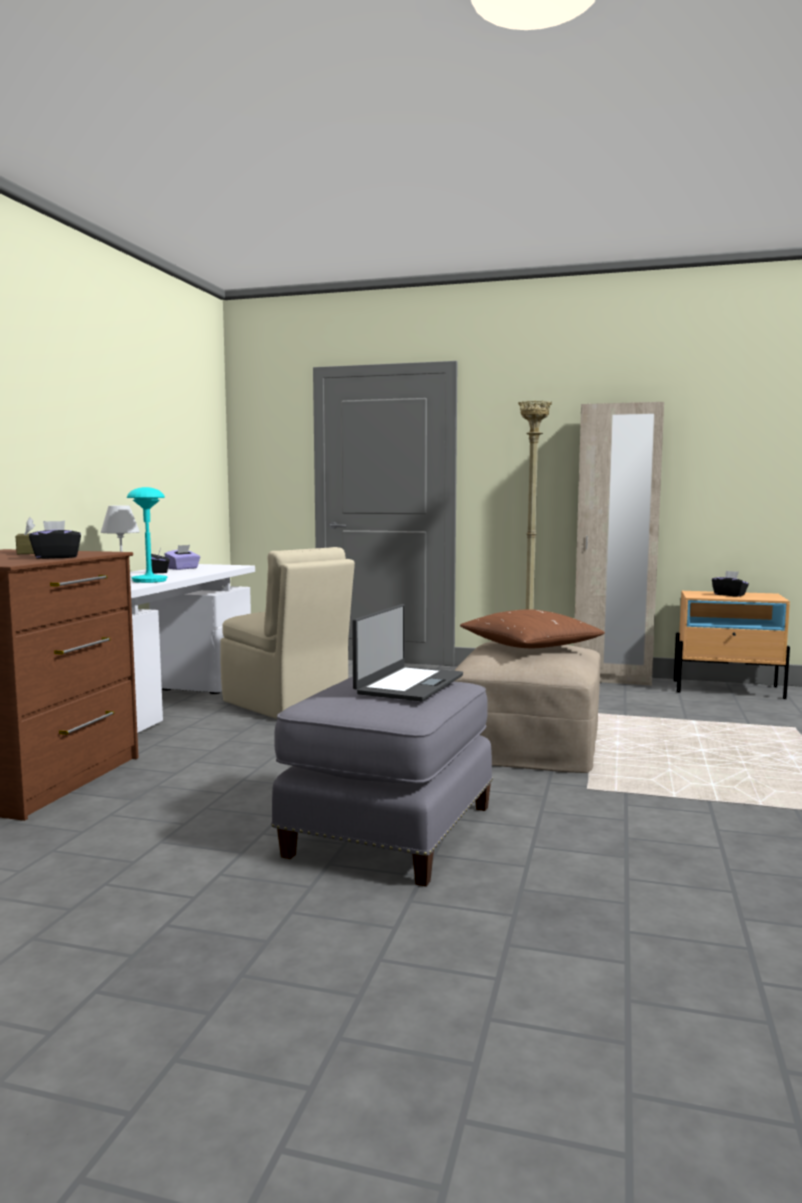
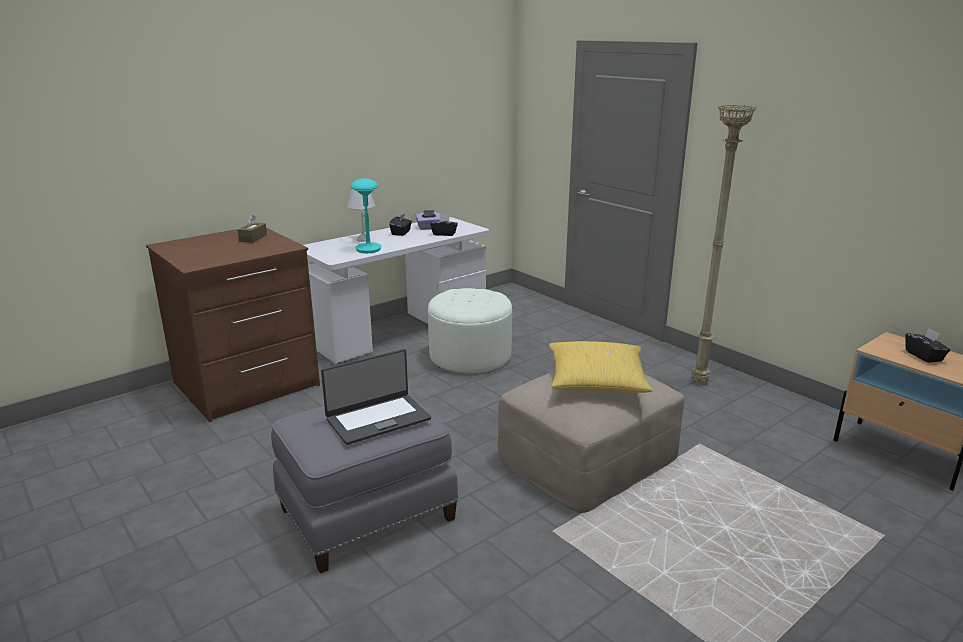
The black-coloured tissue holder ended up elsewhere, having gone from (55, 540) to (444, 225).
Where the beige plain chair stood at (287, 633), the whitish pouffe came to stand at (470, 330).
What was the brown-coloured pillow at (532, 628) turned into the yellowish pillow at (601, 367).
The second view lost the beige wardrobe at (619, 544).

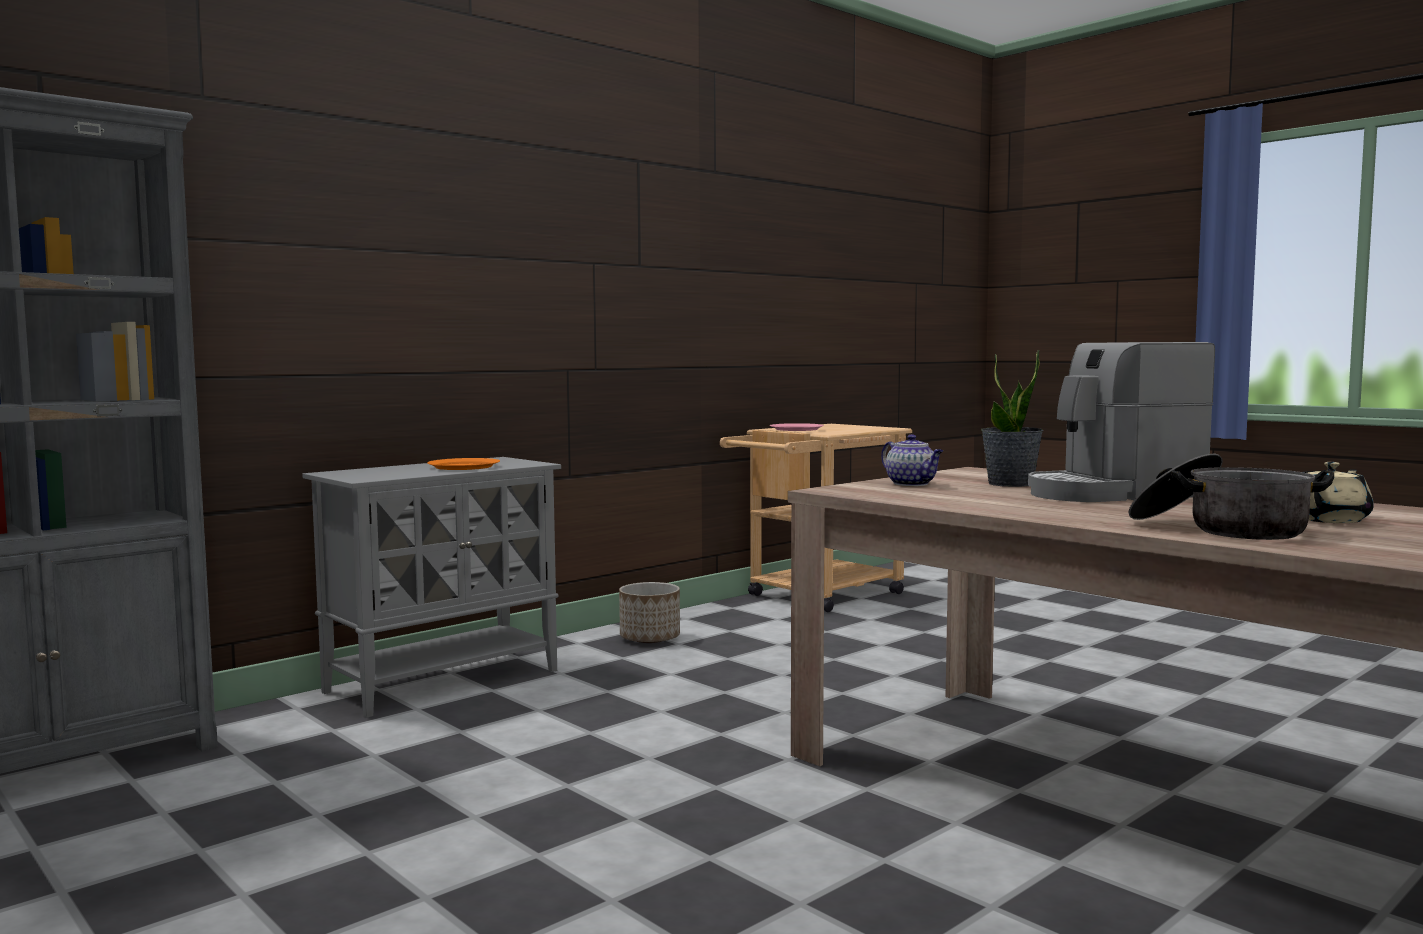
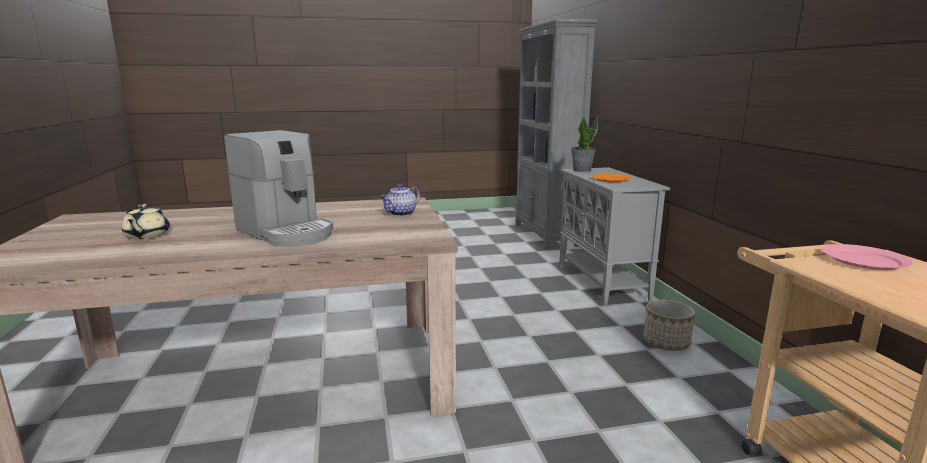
The teapot at (912, 460) ended up facing another way, 45 degrees counterclockwise from before.
The plant in a pot ended up elsewhere, having gone from (1012, 418) to (584, 144).
The coffee brewer at (1121, 422) ended up facing another way, 120 degrees clockwise from before.
The second view lost the cooking pot at (1231, 497).

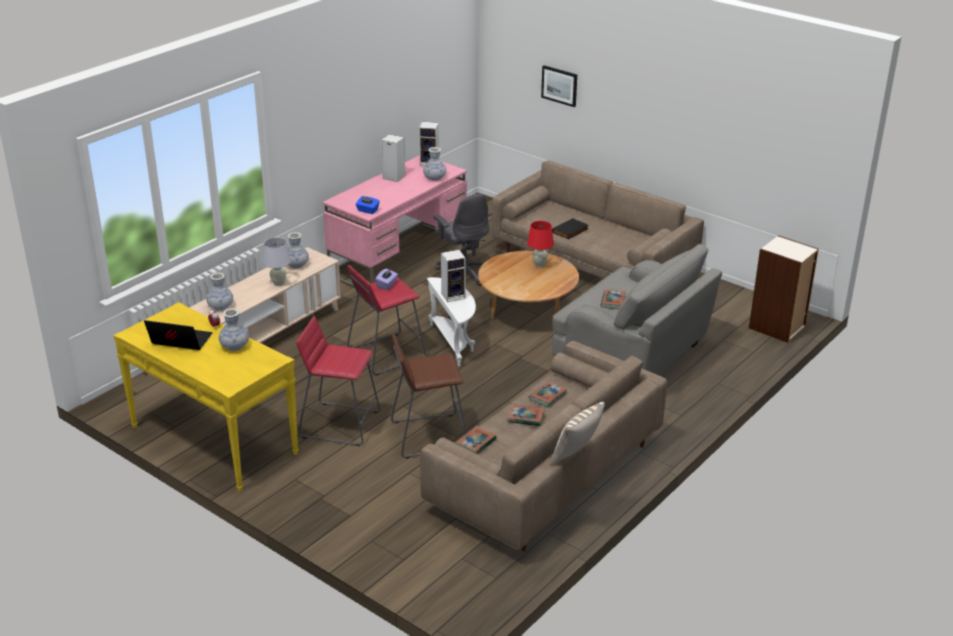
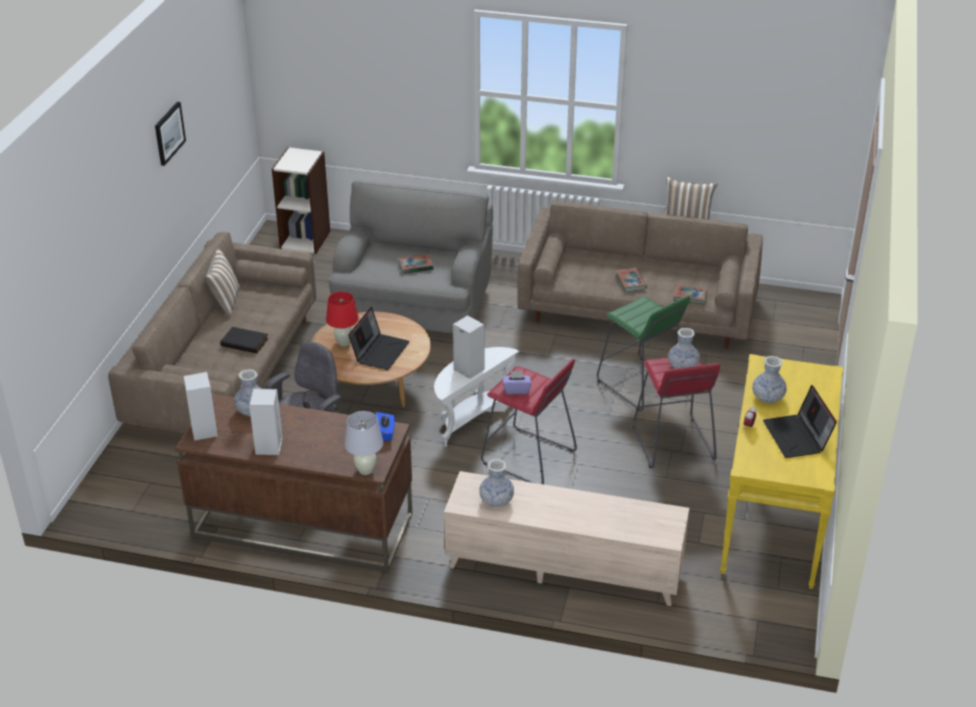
The vase ended up elsewhere, having gone from (219, 291) to (684, 348).
The whitish lamp for a table ended up elsewhere, having gone from (277, 261) to (363, 443).
What was the pinkish desk unit at (395, 221) turned into the brown-coloured desk unit at (293, 483).
What was the brown-coloured sitting stool at (428, 396) turned into the green sitting stool at (643, 353).
The second view lost the volume at (548, 394).
The wall picture ended up elsewhere, having gone from (559, 86) to (170, 134).
The second view gained the pillow at (222, 283).
The second view gained the portable computer at (379, 338).

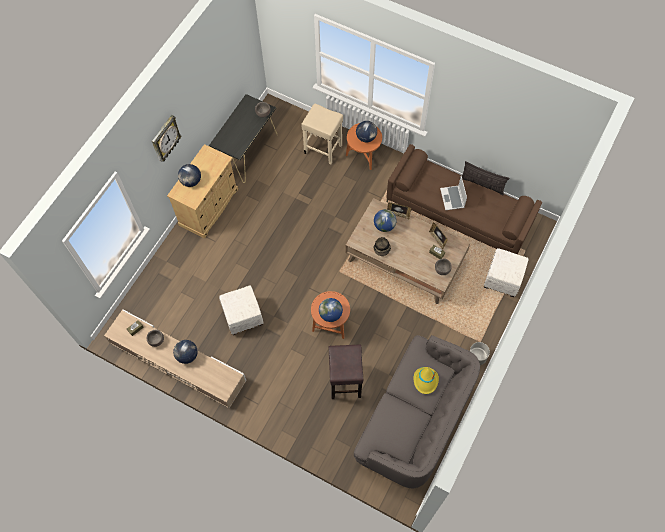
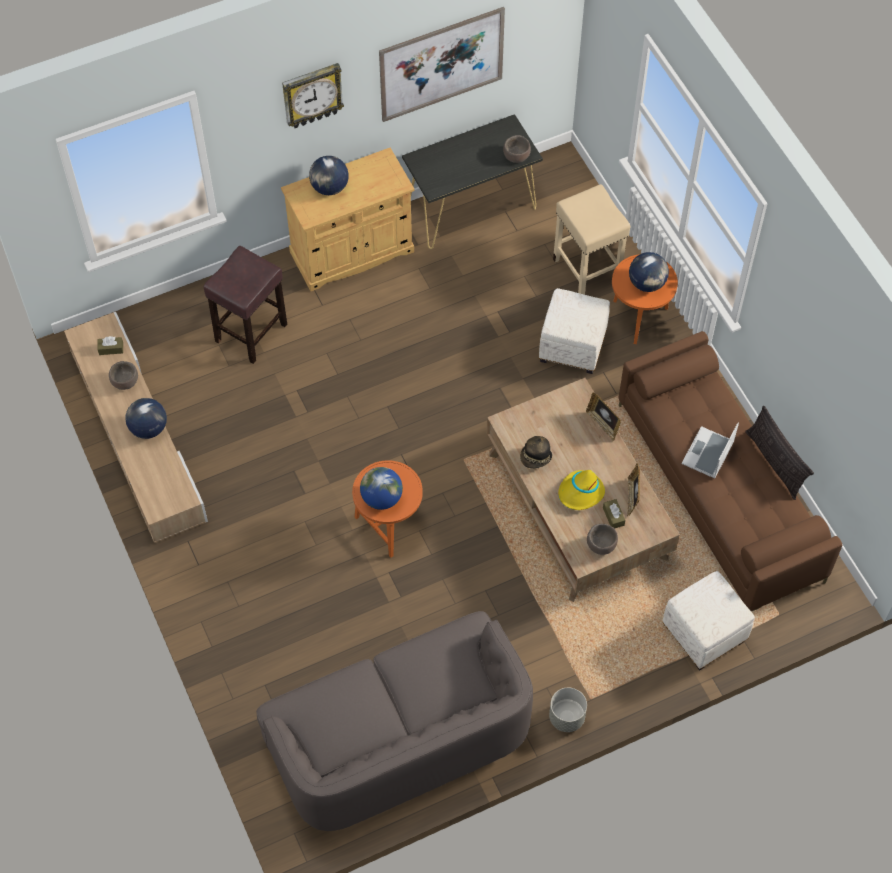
The whitish pouffe ended up elsewhere, having gone from (241, 310) to (574, 331).
The brown-coloured sitting stool ended up elsewhere, having gone from (346, 371) to (245, 305).
The second view lost the desk globe at (385, 220).
The yellowish wearable hat ended up elsewhere, having gone from (426, 380) to (581, 490).
The second view gained the wall picture at (442, 64).

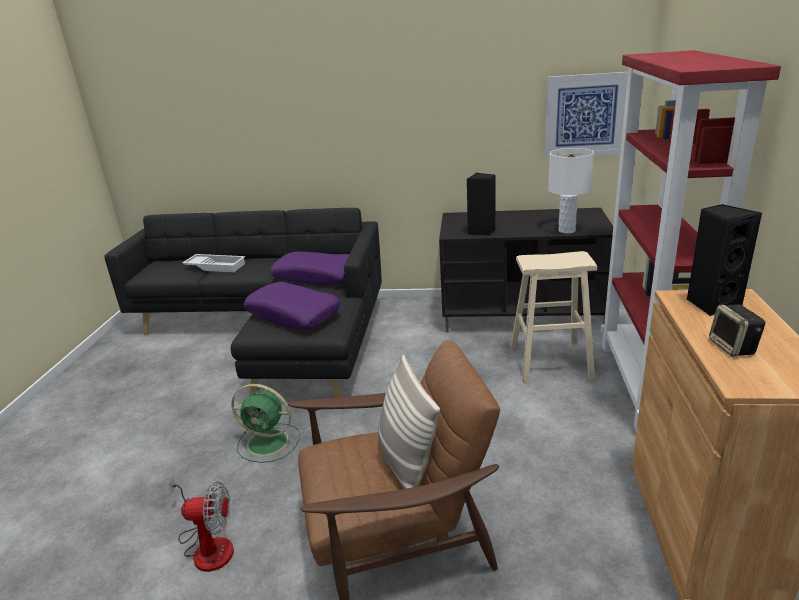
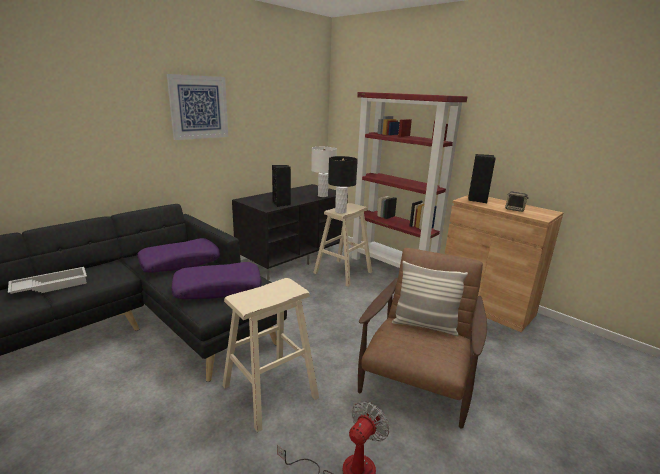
Where the green fan stood at (266, 423), the beige sitting stool came to stand at (270, 355).
The wall picture ended up elsewhere, having gone from (586, 114) to (197, 107).
The second view gained the black-coloured lamp for a table at (343, 185).

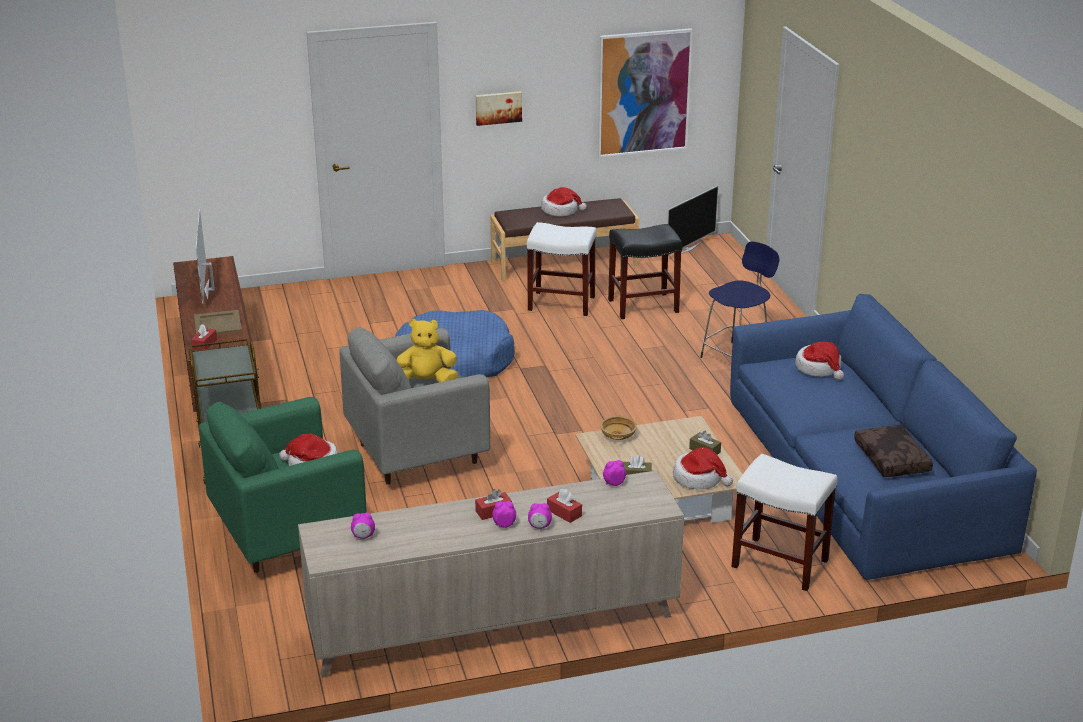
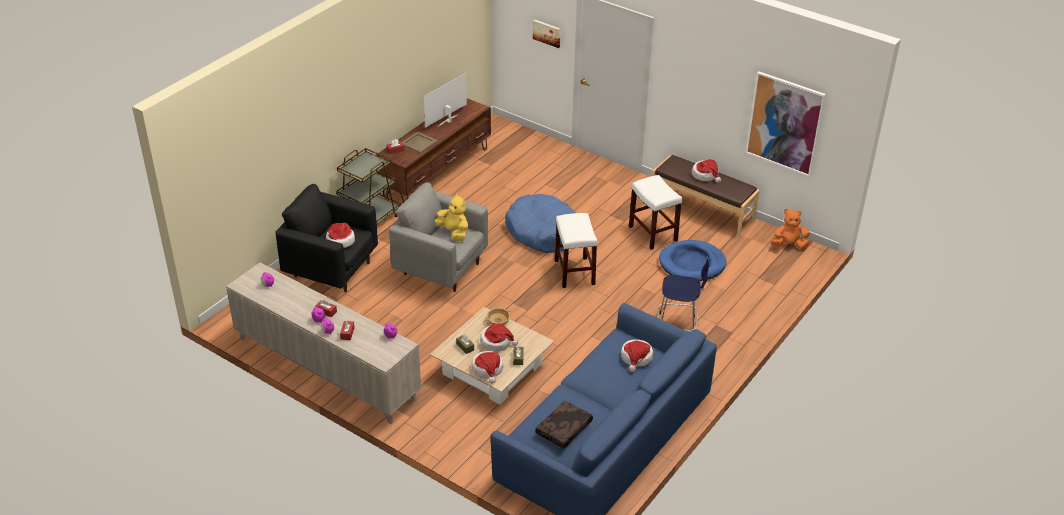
What was the green easy chair at (283, 485) turned into the black-coloured easy chair at (326, 238).
The wall picture ended up elsewhere, having gone from (499, 108) to (547, 33).
Where the black-coloured sitting stool stood at (645, 271), the blue pet bed came to stand at (693, 260).
Where the television stood at (692, 220), the orangey cuddly toy came to stand at (790, 229).
The whitish sitting stool ended up elsewhere, having gone from (784, 523) to (576, 250).
The second view gained the wearable hat at (499, 337).

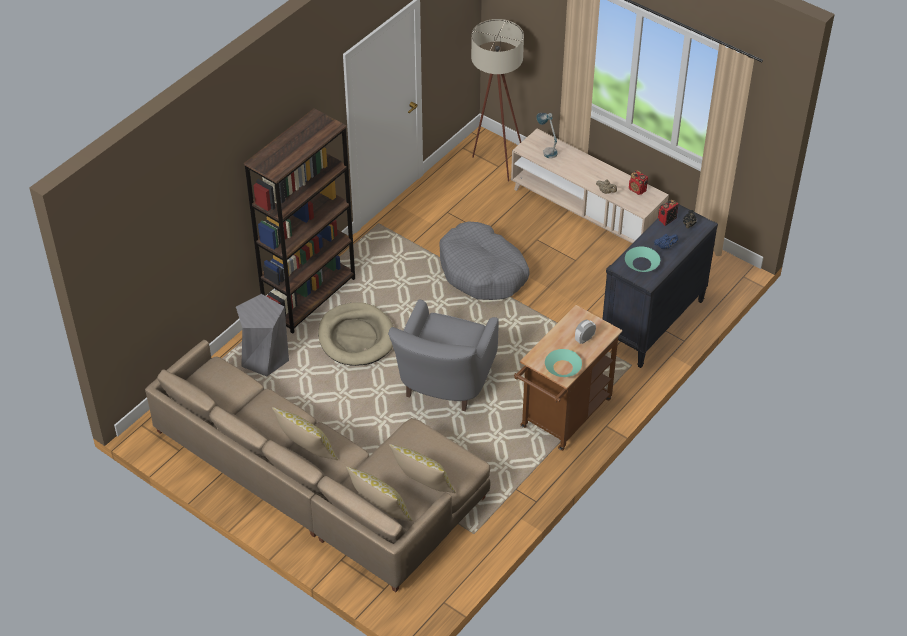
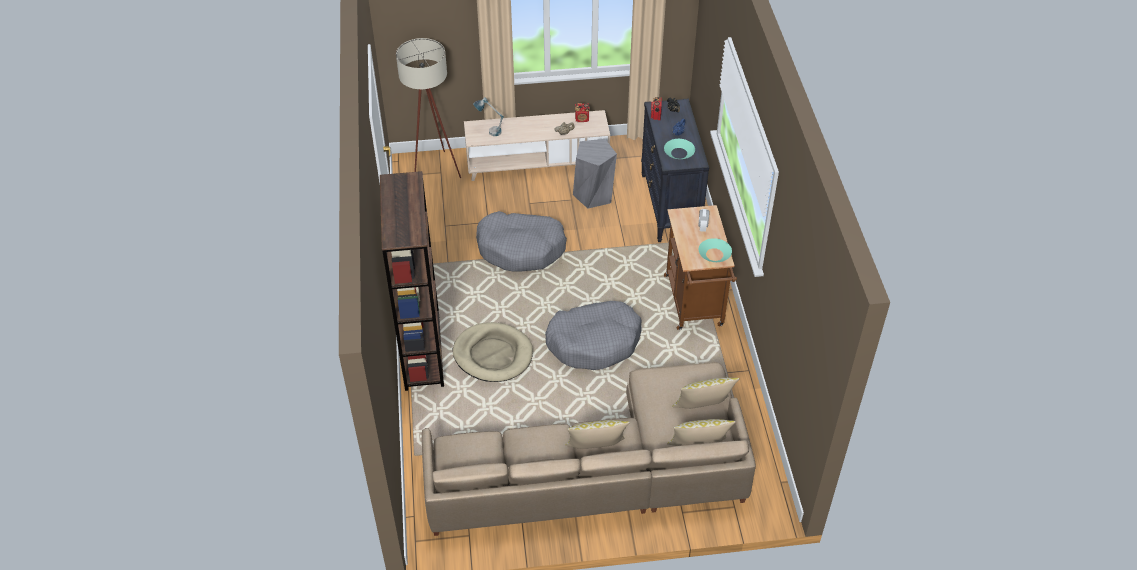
The greyish sitting stool ended up elsewhere, having gone from (262, 335) to (595, 174).
Where the greyish easy chair stood at (443, 355), the greyish pet bed came to stand at (593, 335).

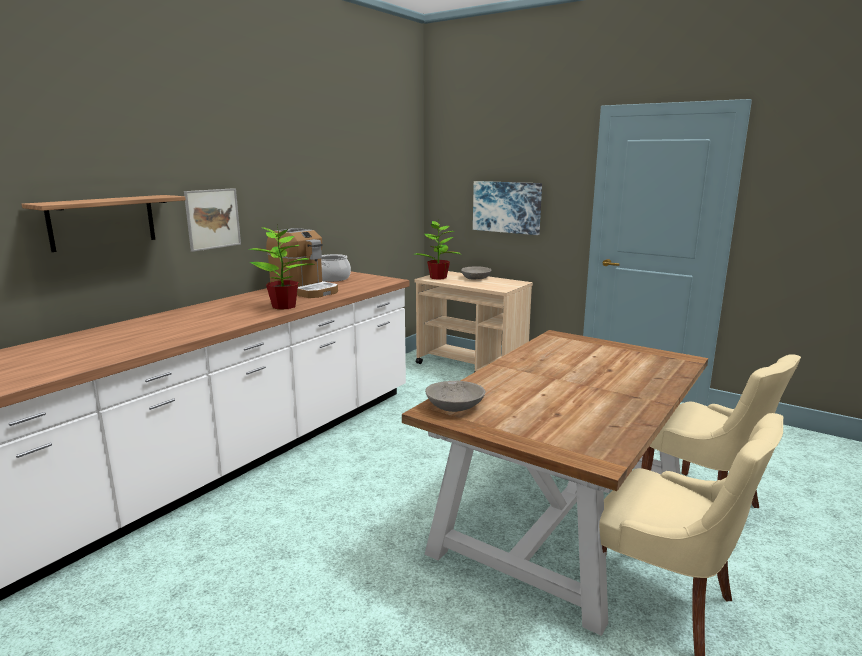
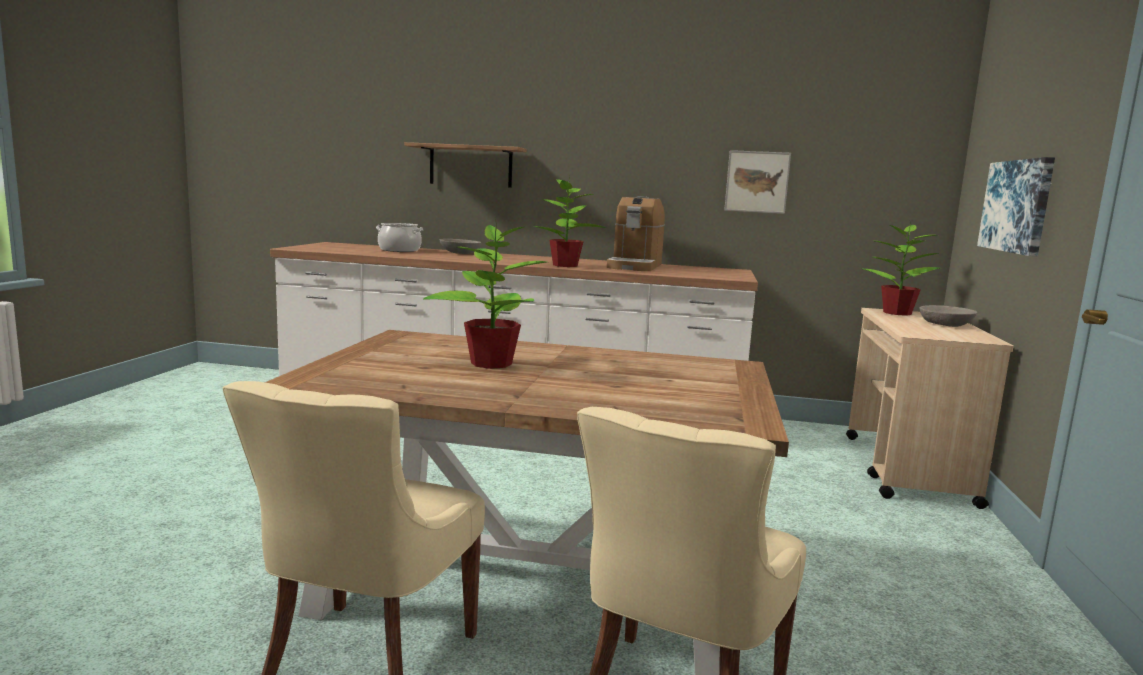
The wall picture ended up elsewhere, having gone from (212, 220) to (757, 182).
The cooking pot ended up elsewhere, having gone from (336, 268) to (399, 237).
The greyish bowl ended up elsewhere, having gone from (455, 396) to (460, 246).
The second view gained the plant in a pot at (485, 293).

